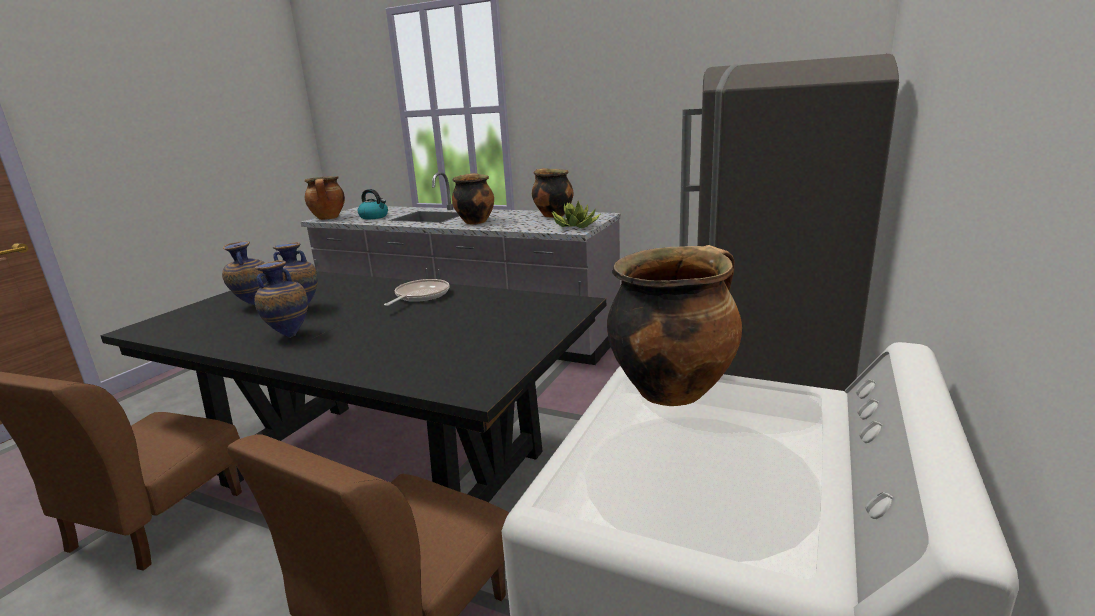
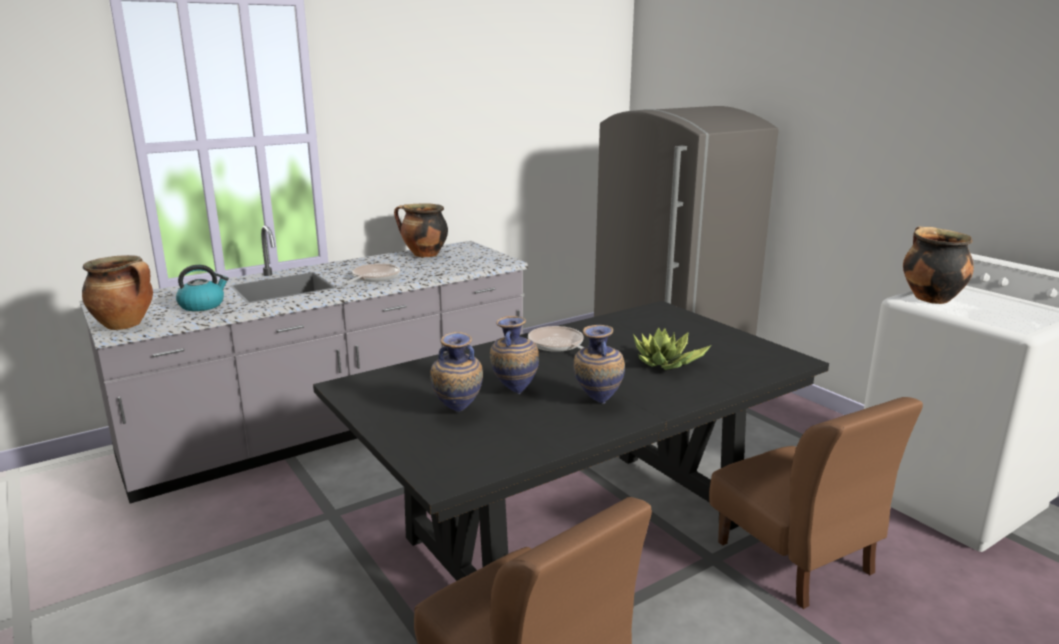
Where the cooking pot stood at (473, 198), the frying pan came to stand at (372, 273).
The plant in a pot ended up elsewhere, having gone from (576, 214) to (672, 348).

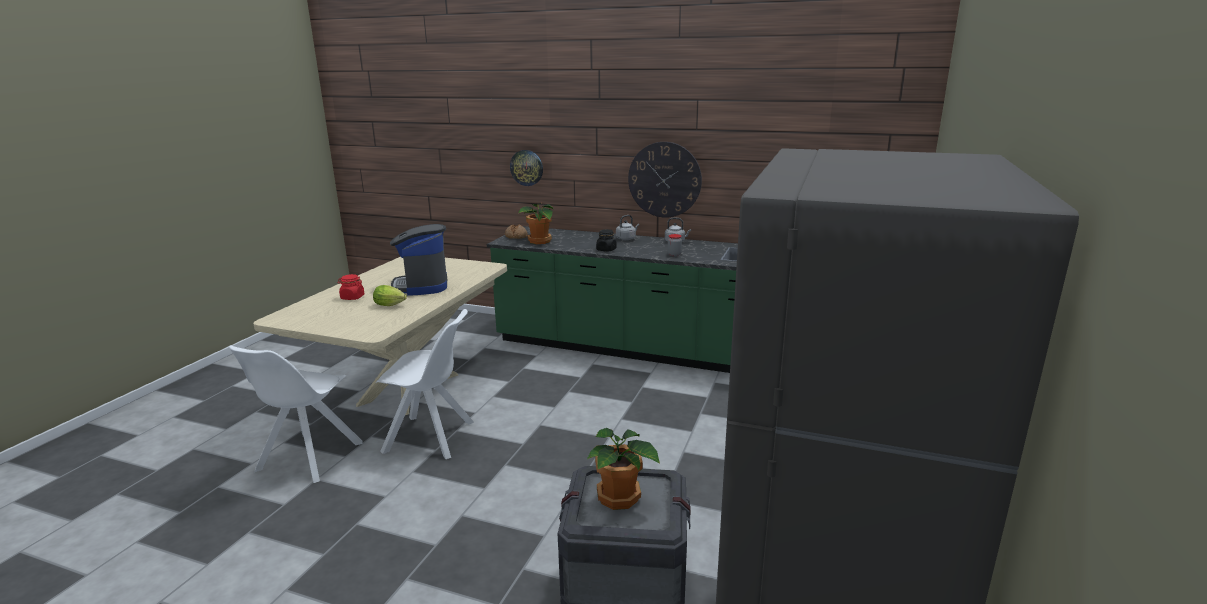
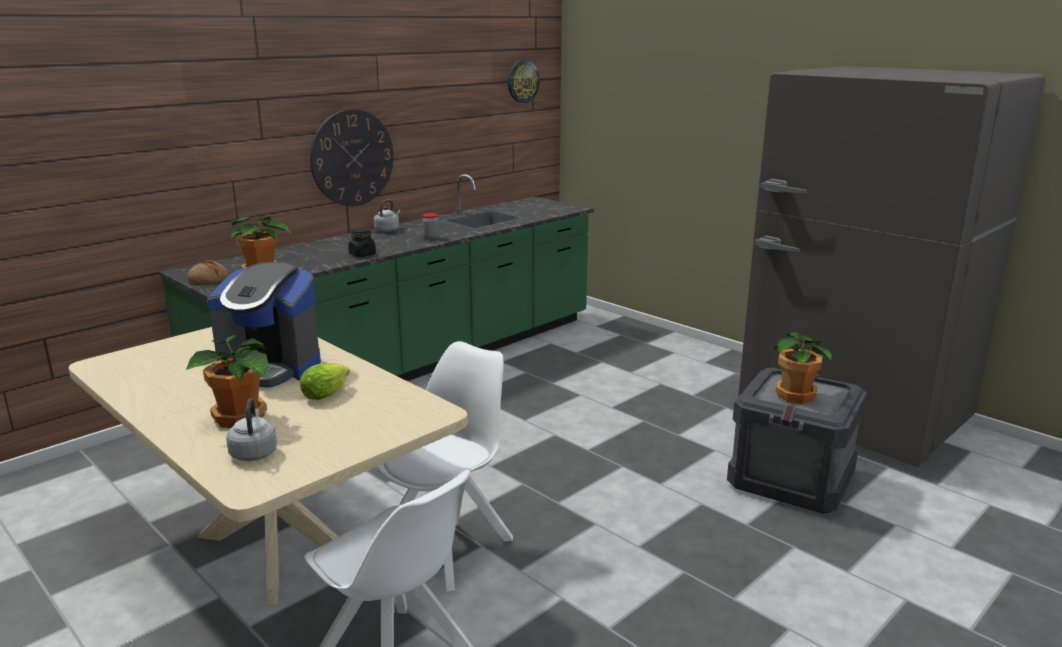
Where the red-coloured preserve jar stood at (351, 287), the plant in a pot came to stand at (227, 381).
The wall clock ended up elsewhere, having gone from (526, 168) to (524, 81).
The greyish kettle ended up elsewhere, having gone from (627, 227) to (251, 429).

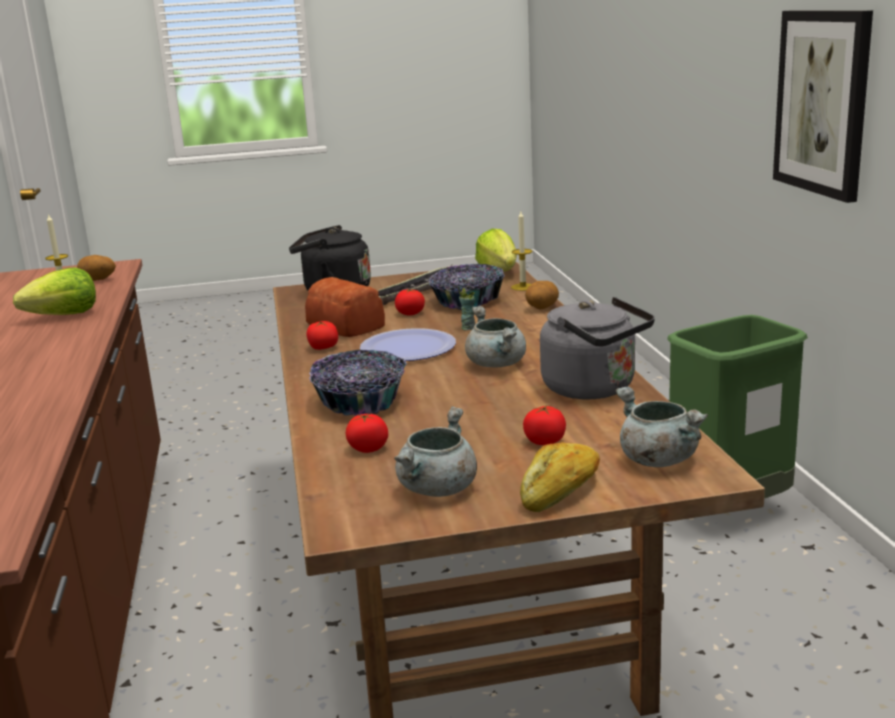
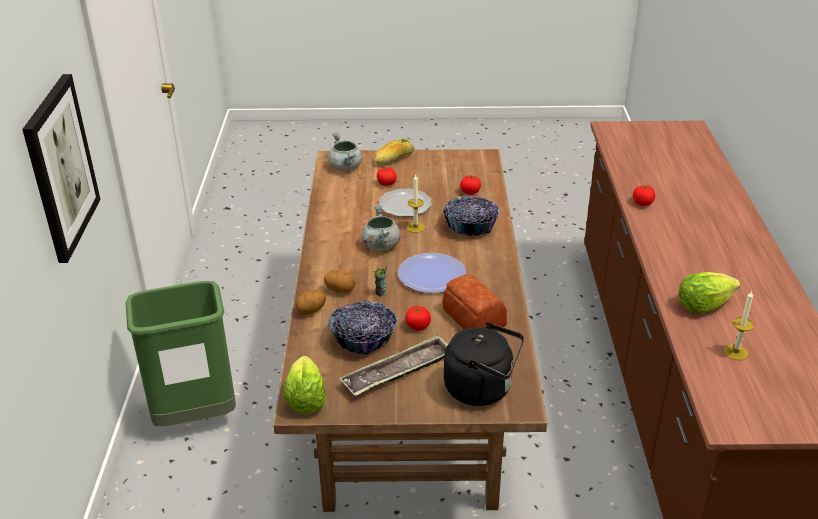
The potato ended up elsewhere, having gone from (96, 268) to (340, 281).
The whole tomato ended up elsewhere, having gone from (322, 335) to (644, 195).
The second view lost the greyish cooking pot at (435, 451).
The wax candle ended up elsewhere, having gone from (521, 251) to (415, 203).
The second view lost the greyish kettle at (597, 348).
The second view gained the plate at (405, 203).

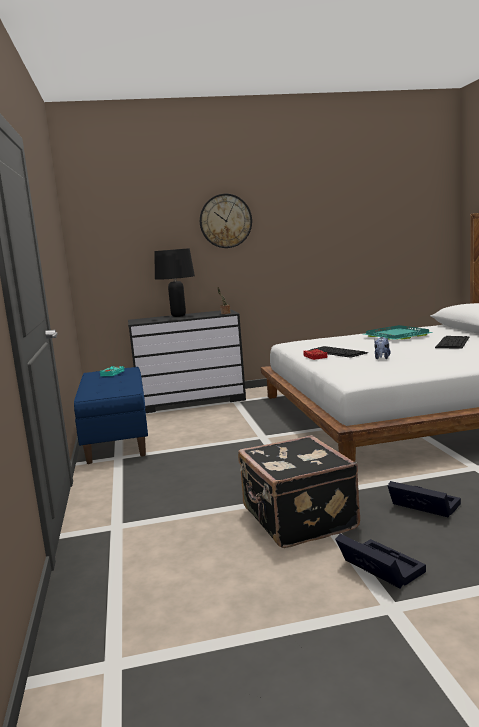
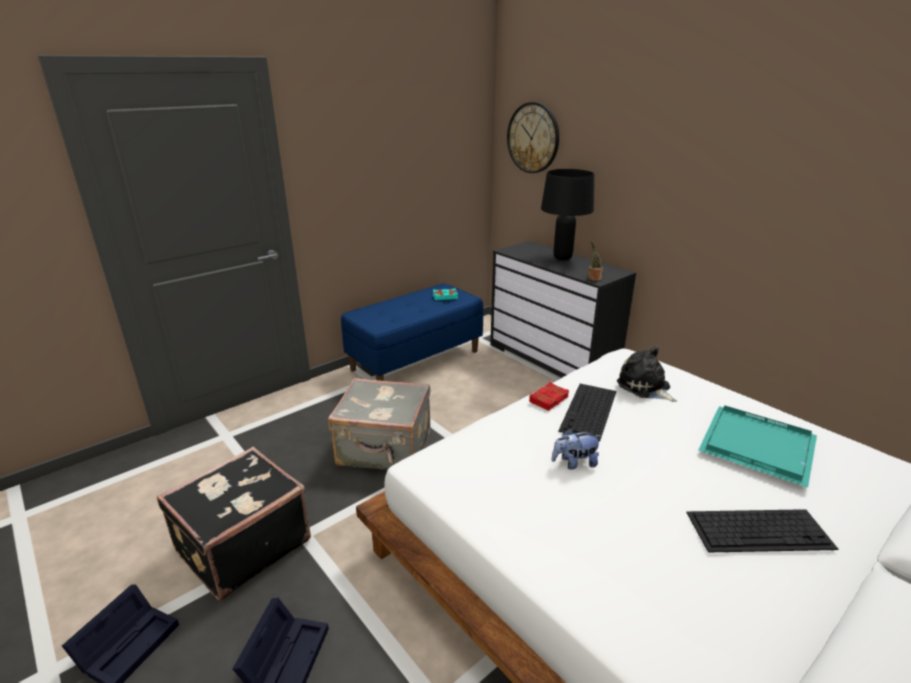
The wall clock ended up elsewhere, having gone from (226, 221) to (533, 137).
The second view gained the greyish suitcase at (379, 424).
The second view gained the cuddly toy at (647, 374).

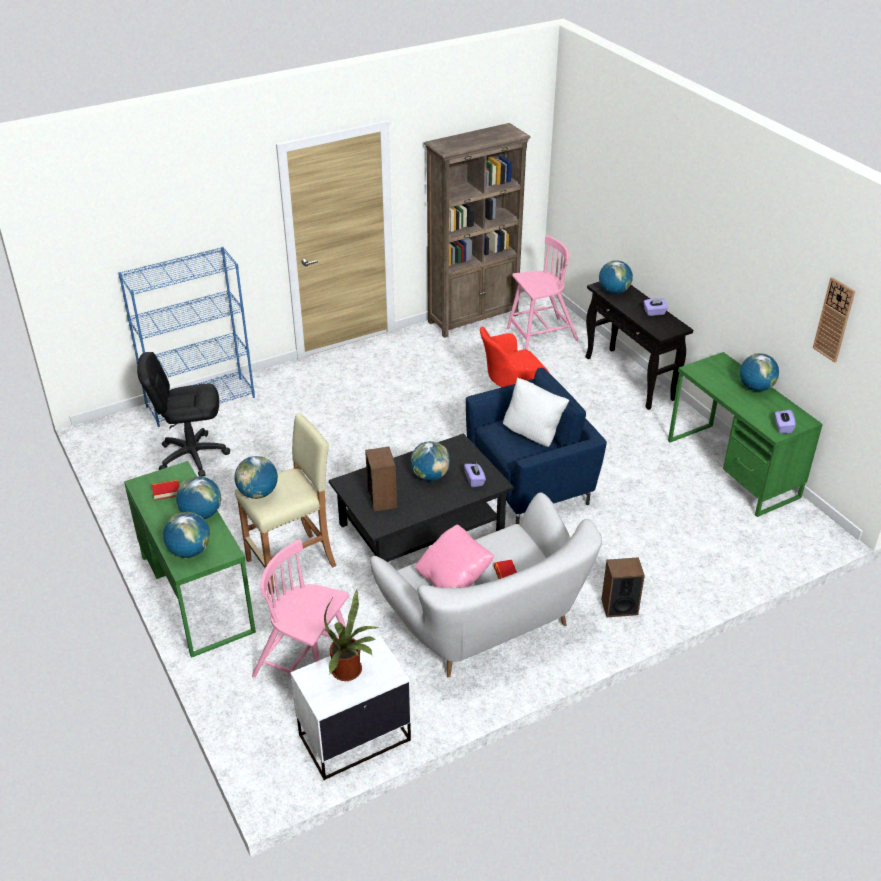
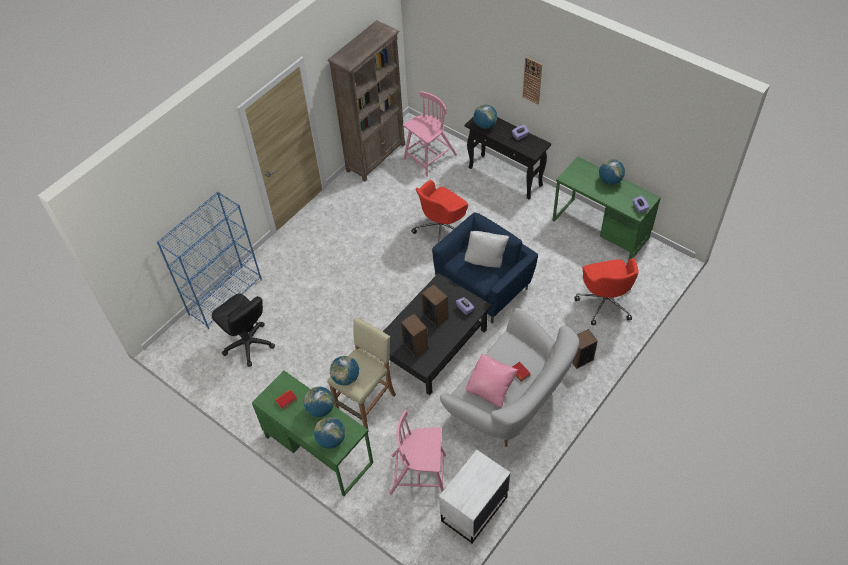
The black-coloured computer chair at (183, 414) ended up facing another way, 105 degrees counterclockwise from before.
The second view lost the plant in a pot at (351, 635).
Where the desk globe stood at (430, 461), the loudspeaker came to stand at (435, 305).
The wall clock ended up elsewhere, having gone from (834, 320) to (532, 80).
The second view gained the red-coloured computer chair at (606, 291).

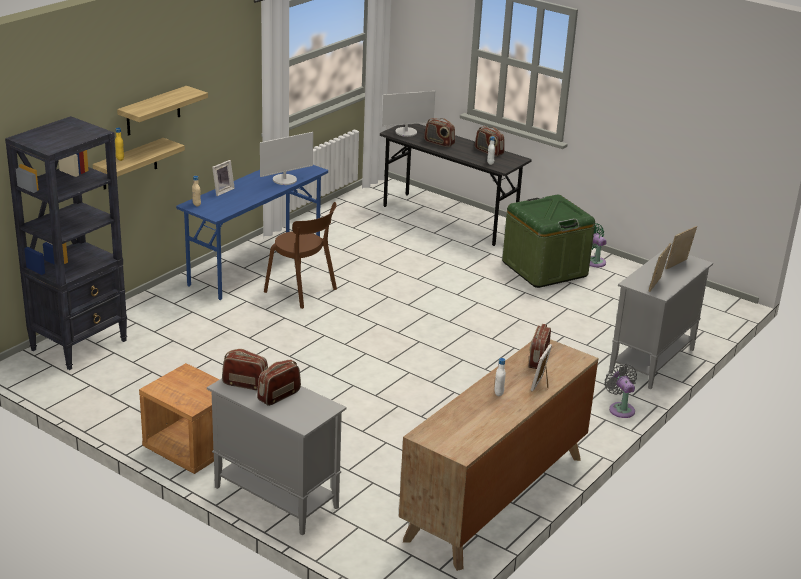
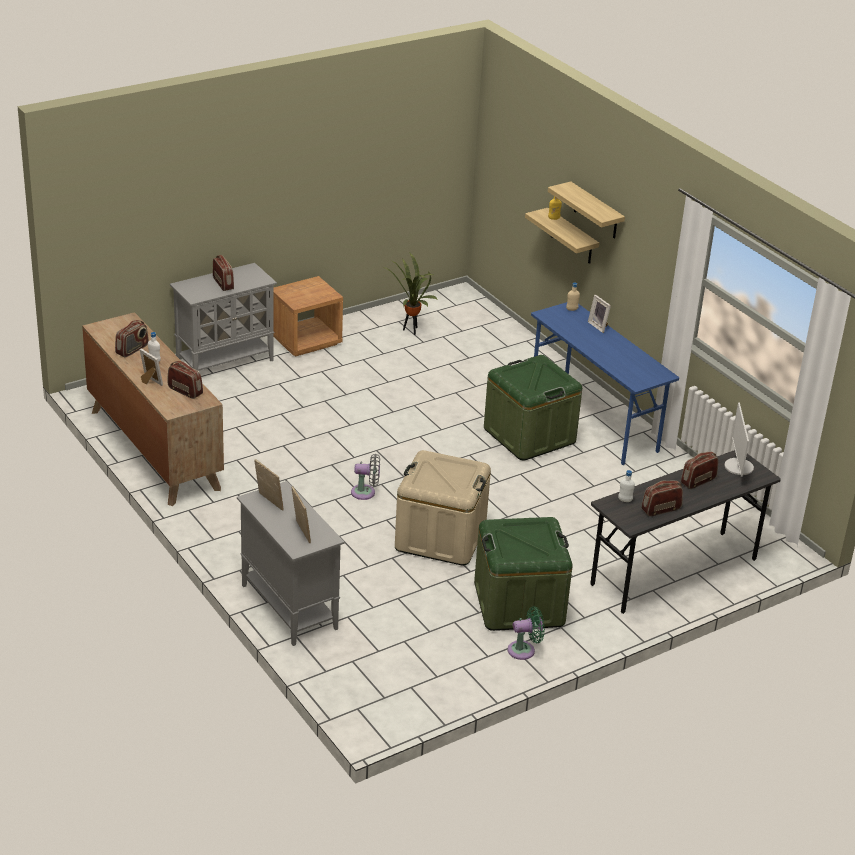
The second view lost the black-coloured shelving unit at (66, 243).
The radio receiver ended up elsewhere, having gone from (245, 370) to (132, 339).
The second view lost the monitor at (286, 158).
Where the brown-coloured plain chair stood at (300, 255), the green storage container came to stand at (533, 407).
The greyish fan ended up elsewhere, having gone from (621, 391) to (365, 477).
The second view gained the plant in a pot at (410, 293).
The second view gained the beige storage container at (443, 508).

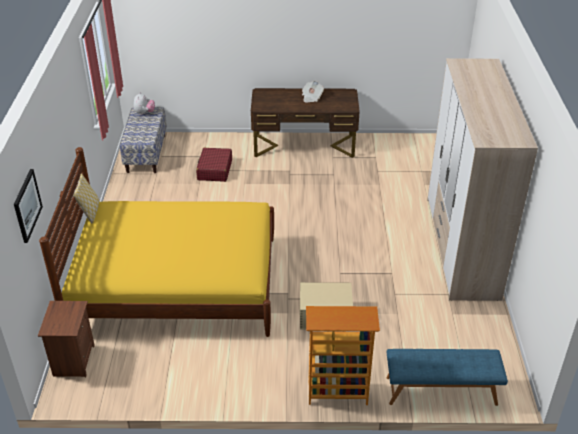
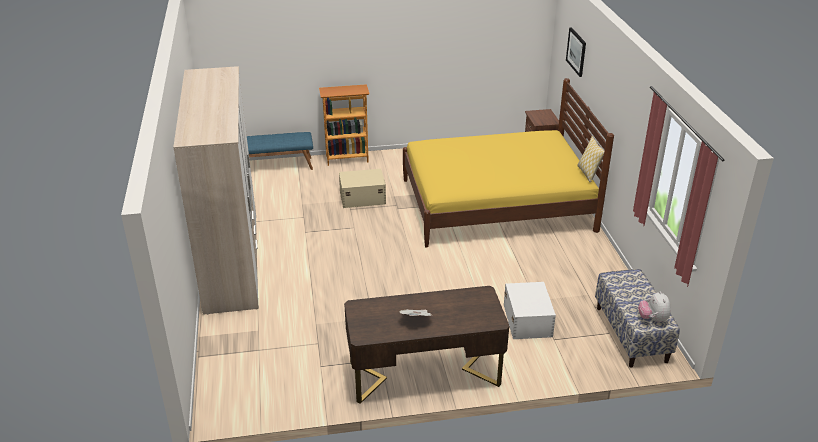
Where the red-coloured suitcase stood at (214, 165), the whitish storage container came to stand at (530, 310).

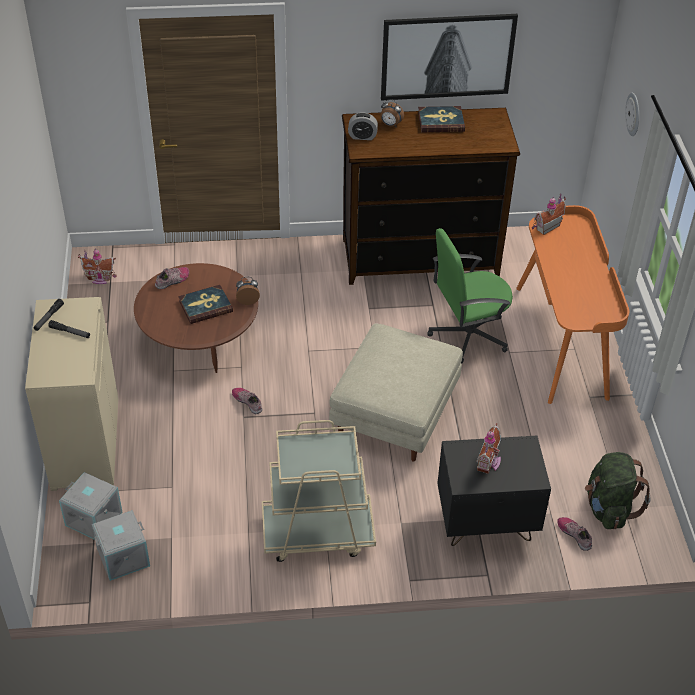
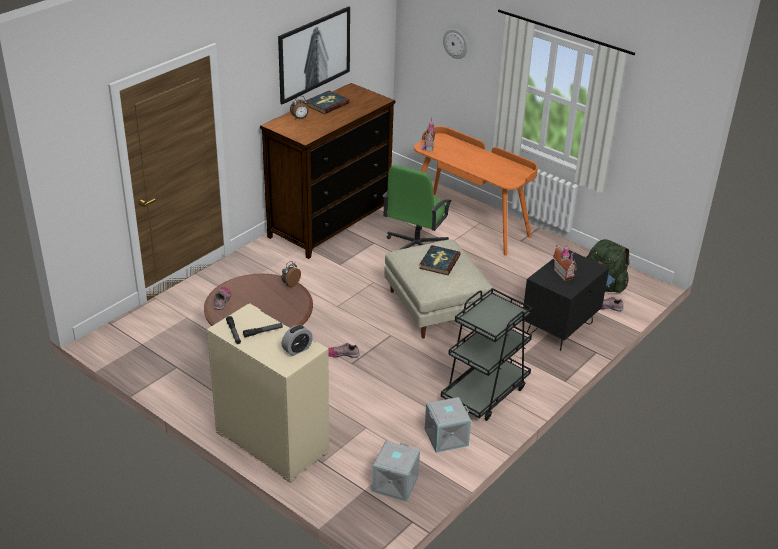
The greyish storage container ended up elsewhere, having gone from (91, 506) to (448, 425).
The second view lost the toy house at (97, 266).
The volume ended up elsewhere, having gone from (205, 304) to (440, 260).
What was the beige wheeled cart at (319, 491) turned into the black-coloured wheeled cart at (486, 354).
The table clock ended up elsewhere, having gone from (363, 126) to (297, 340).

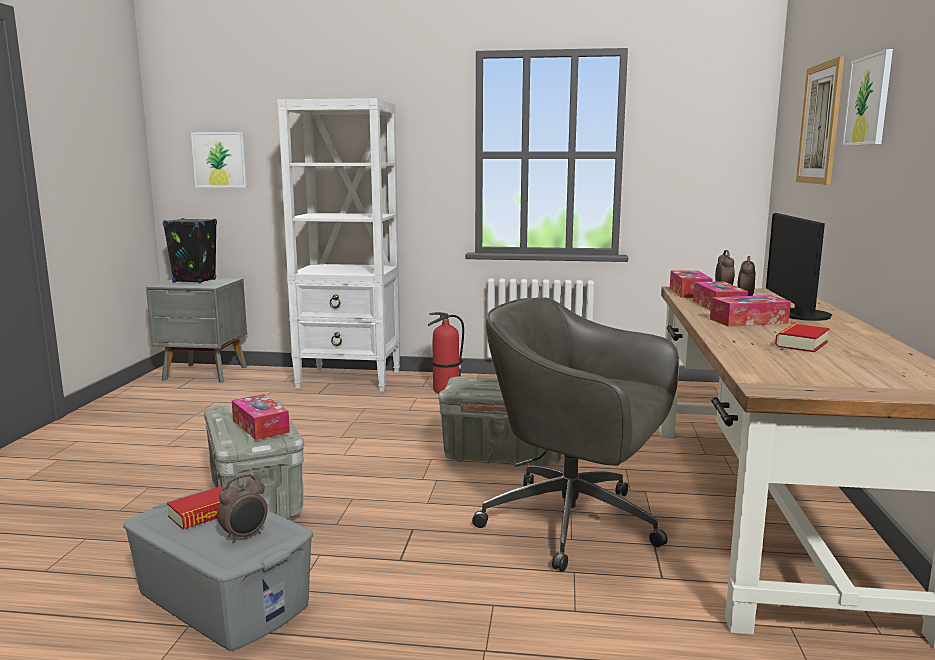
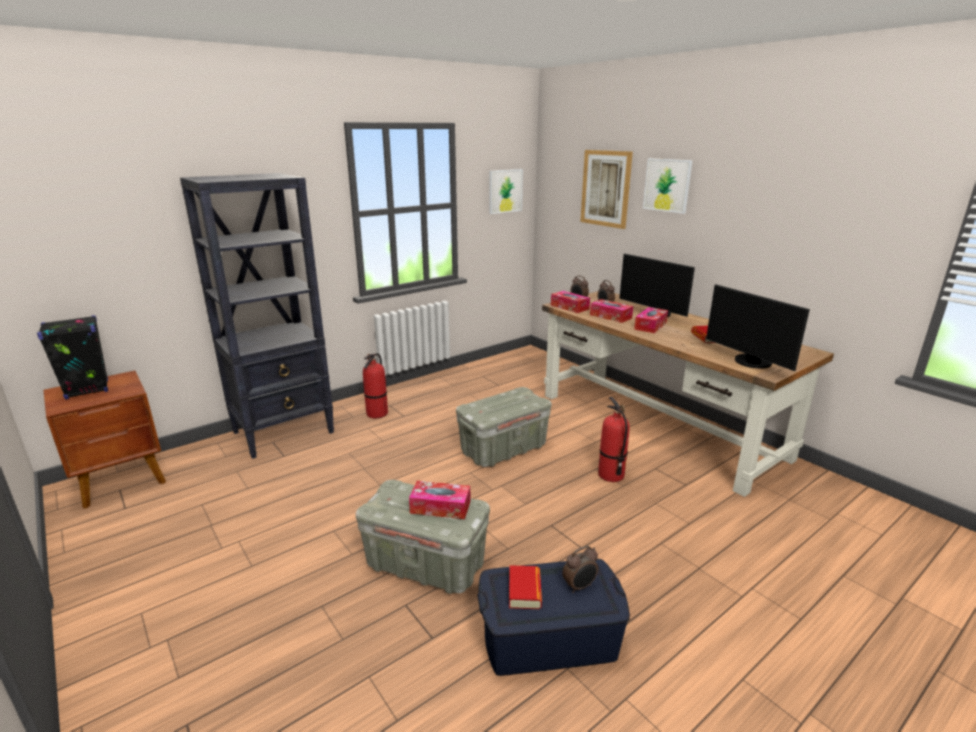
What was the greyish storage container at (218, 569) turned into the blue storage container at (554, 617).
What was the greyish nightstand at (196, 330) turned into the brown-coloured nightstand at (104, 439).
The wall picture ended up elsewhere, having gone from (219, 159) to (506, 191).
The table clock at (242, 508) ended up facing another way, 60 degrees clockwise from before.
What was the whitish shelving unit at (338, 245) turned into the black-coloured shelving unit at (257, 316).
Where the greyish computer chair stood at (575, 434), the fire extinguisher came to stand at (614, 439).
The second view gained the monitor at (758, 327).

